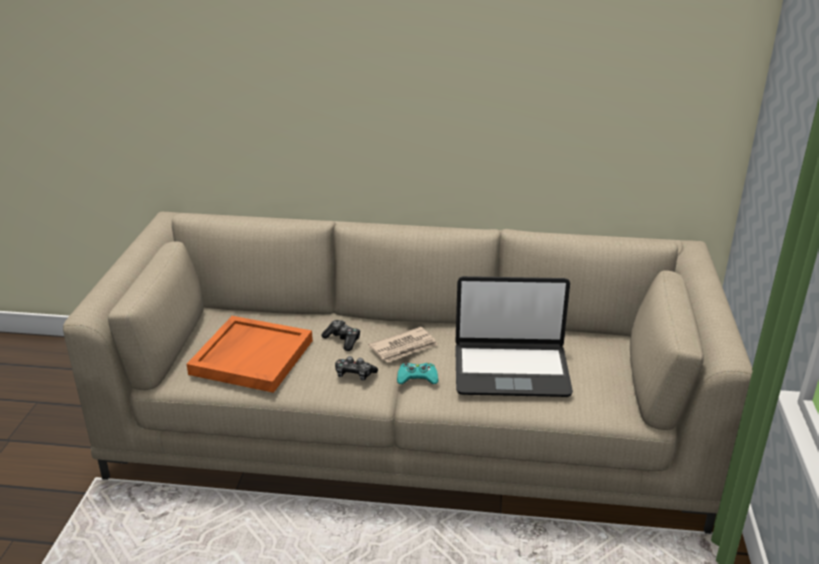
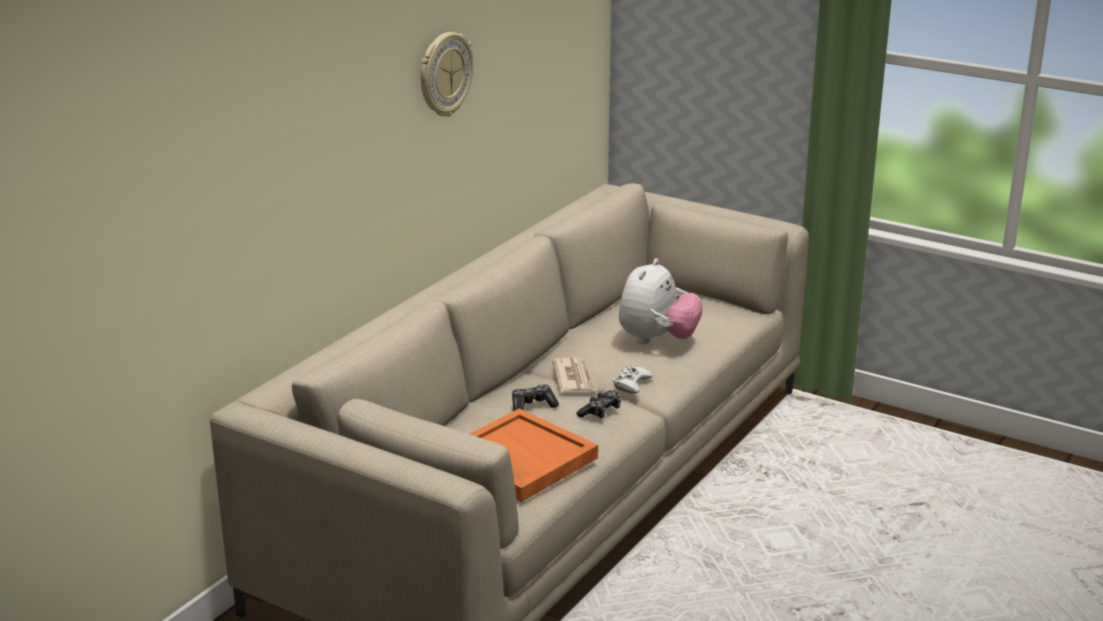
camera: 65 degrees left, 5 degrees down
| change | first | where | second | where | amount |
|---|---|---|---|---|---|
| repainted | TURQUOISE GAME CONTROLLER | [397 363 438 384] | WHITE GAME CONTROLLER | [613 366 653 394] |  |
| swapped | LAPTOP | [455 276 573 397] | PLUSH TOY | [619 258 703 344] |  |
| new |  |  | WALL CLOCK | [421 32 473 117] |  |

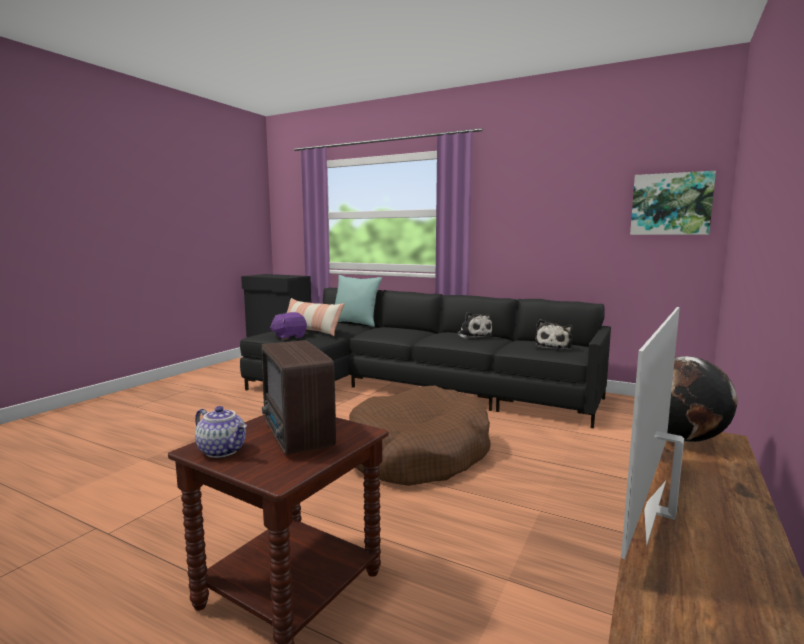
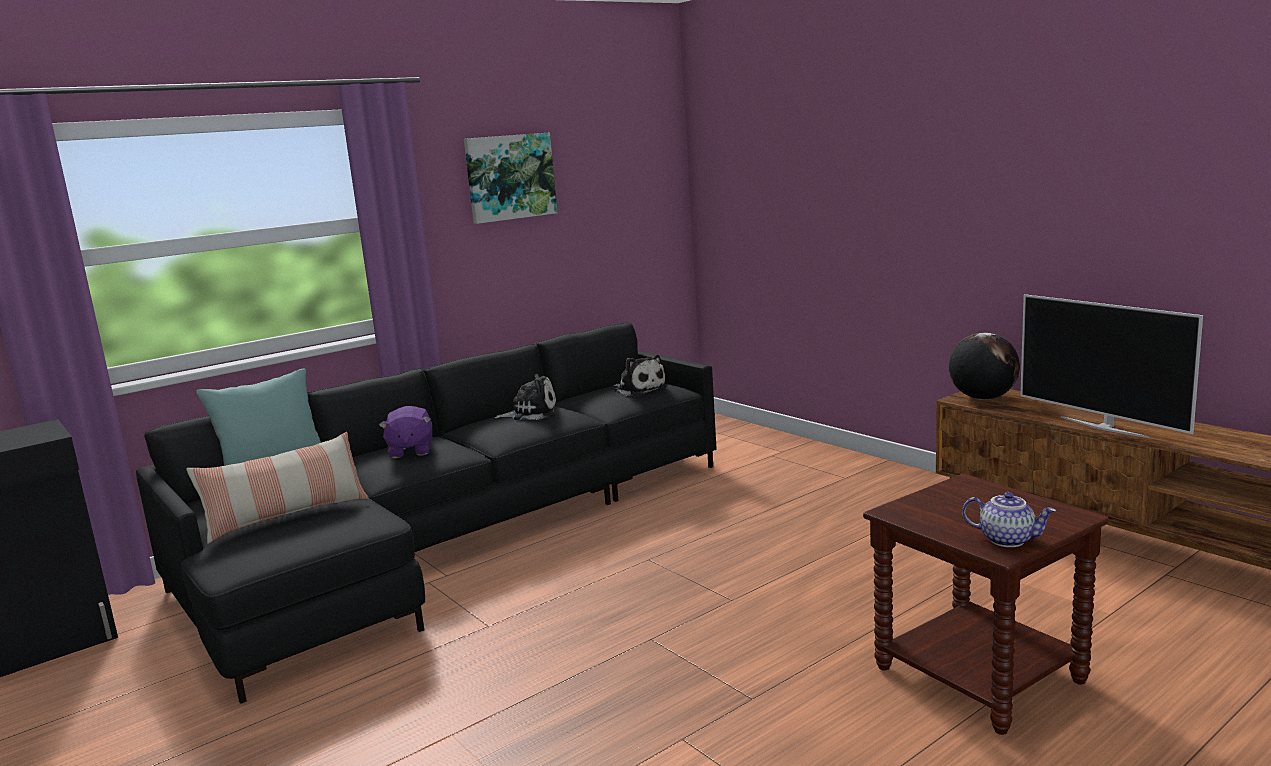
camera: 65 degrees left, 5 degrees up
| change | first | where | second | where | amount |
|---|---|---|---|---|---|
| rotated | TEAPOT | [195 406 247 458] |  | [962 492 1056 547] | 60 degrees clockwise |
| gone | RADIO | [261 340 336 455] |  |  |  |
| shifted | PURPLE PLUSH TOY | [270 312 307 340] |  | [379 406 432 459] |  |
| gone | BROWN DOG BED | [349 386 491 486] |  |  |  |
| shifted | PICTURE | [630 171 716 235] |  | [464 133 557 224] |  |

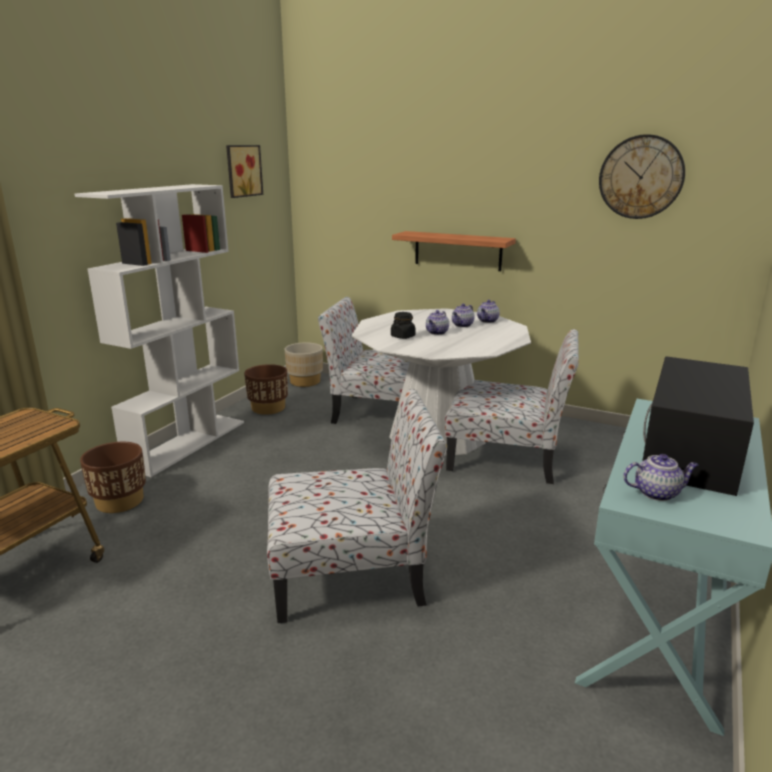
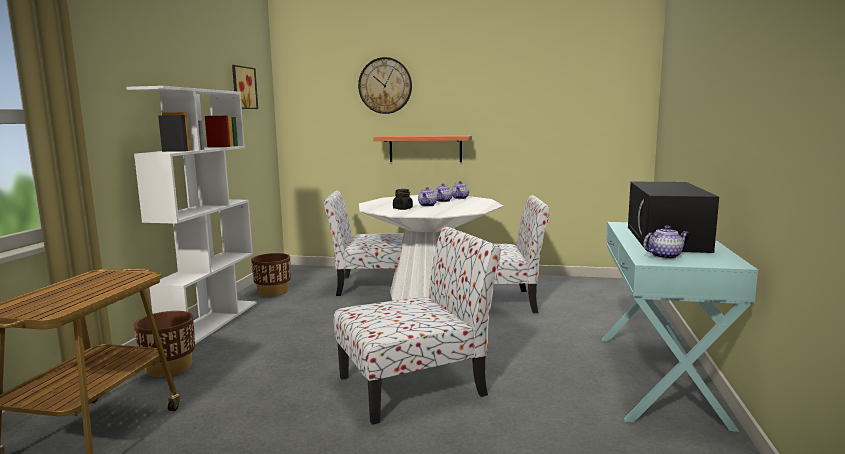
camera: 15 degrees left, 10 degrees down
| change | first | where | second | where | amount |
|---|---|---|---|---|---|
| gone | BEIGE PLANTER | [285 342 323 387] |  |  |  |
| shifted | WALL CLOCK | [599 134 685 219] |  | [358 57 412 114] |  |

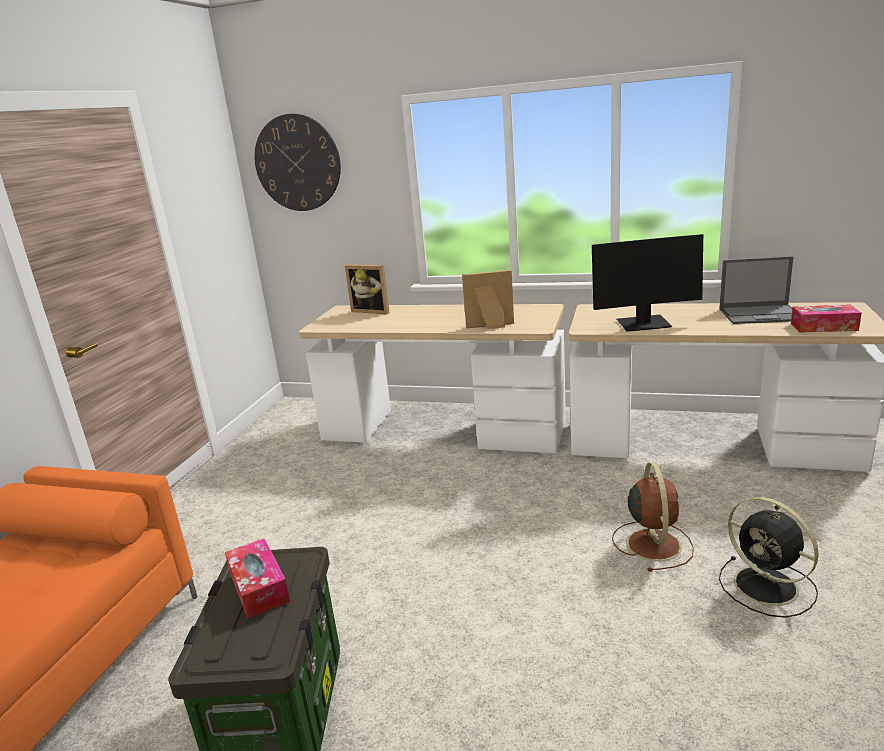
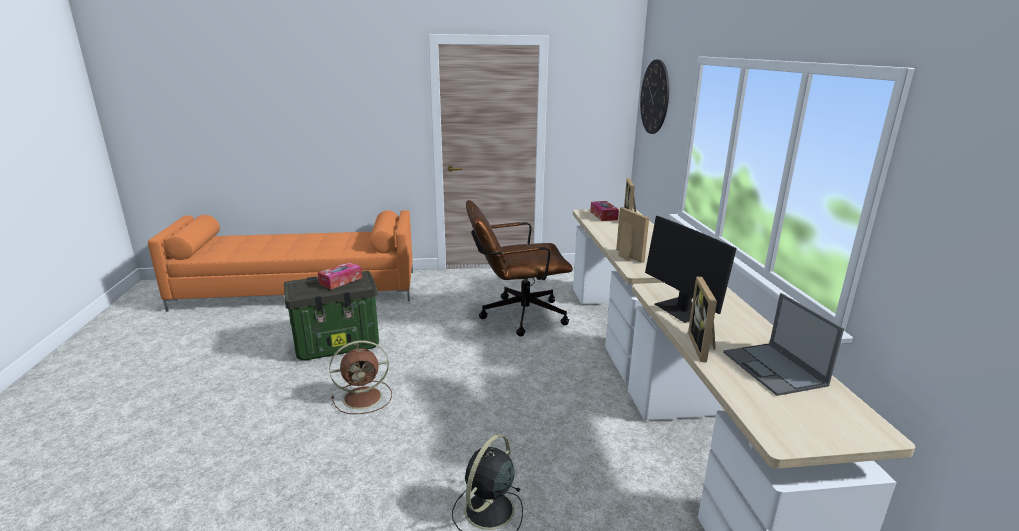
camera: 65 degrees right, 0 degrees up
| change | first | where | second | where | amount |
|---|---|---|---|---|---|
| shifted | BROWN FAN | [612 462 694 572] |  | [329 341 392 414] |  |
| shifted | TISSUE BOX | [791 305 862 333] |  | [590 201 619 221] |  |
| new |  |  | BROWN OFFICE CHAIR | [466 200 573 336] |  |
| new |  |  | PICTURE FRAME | [688 277 717 362] |  |

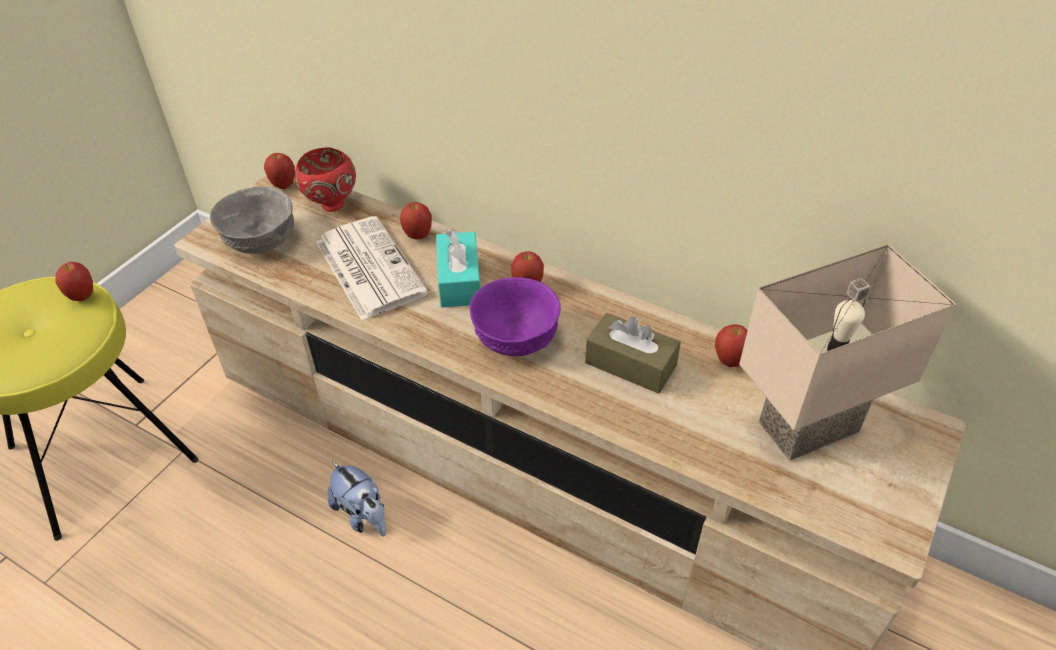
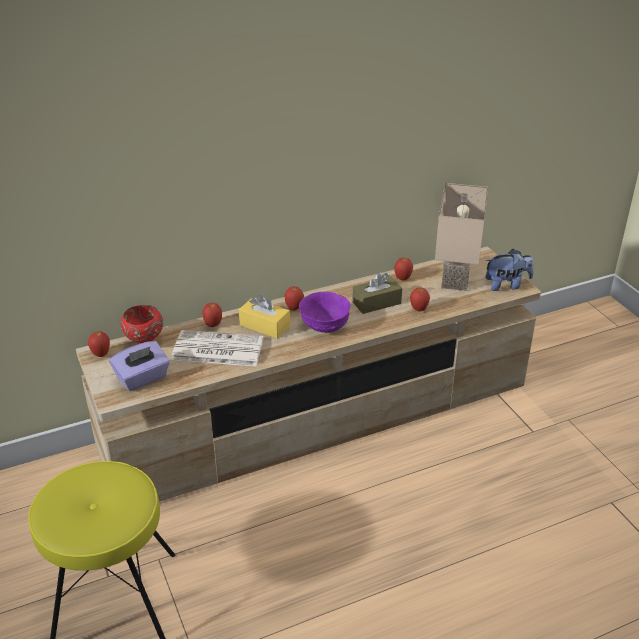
camera: 55 degrees left, 10 degrees down
| change | first | where | second | where | amount |
|---|---|---|---|---|---|
| shifted | APPLE | [55 262 93 301] |  | [410 287 430 312] |  |
| swapped | GREY BOWL | [210 187 294 254] | PURPLE TISSUE BOX | [109 341 170 391] |  |
| shifted | PLUSH TOY | [328 461 386 536] |  | [486 249 534 291] |  |
| repainted | TURQUOISE TISSUE BOX | [436 229 480 308] | YELLOW TISSUE BOX | [239 294 290 339] |  |

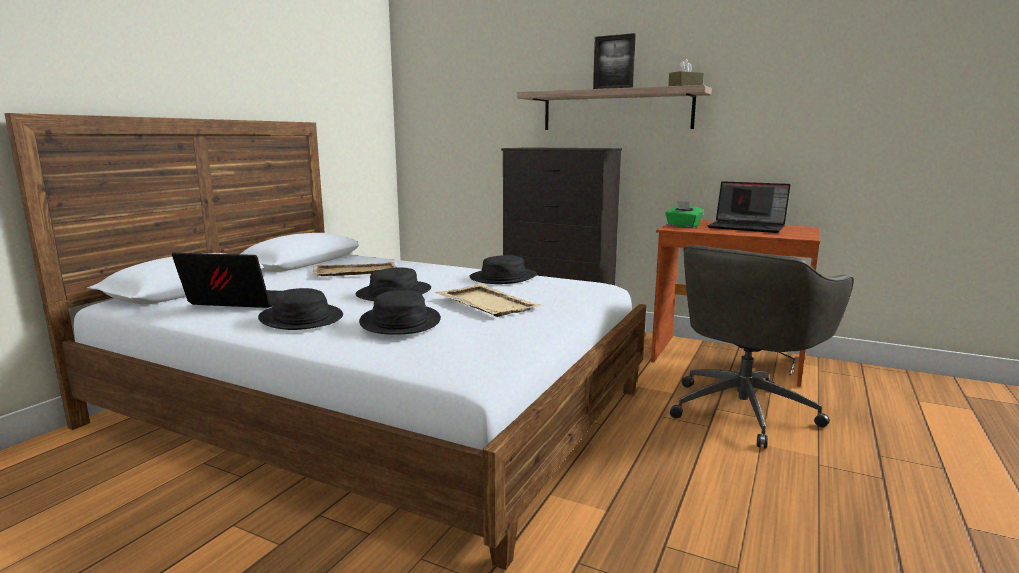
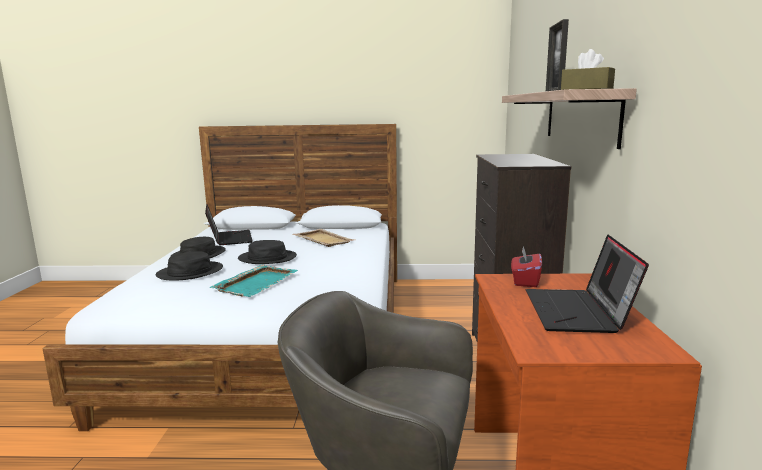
camera: 65 degrees right, 0 degrees up
| change | first | where | second | where | amount |
|---|---|---|---|---|---|
| repainted | BEIGE TRAY | [435 284 543 317] | TURQUOISE TRAY | [210 264 298 297] |  |
| gone | BLACK HAT | [469 255 537 284] |  |  |  |
| repainted | GREEN TISSUE BOX | [665 201 704 228] | RED TISSUE BOX | [511 246 542 287] |  |

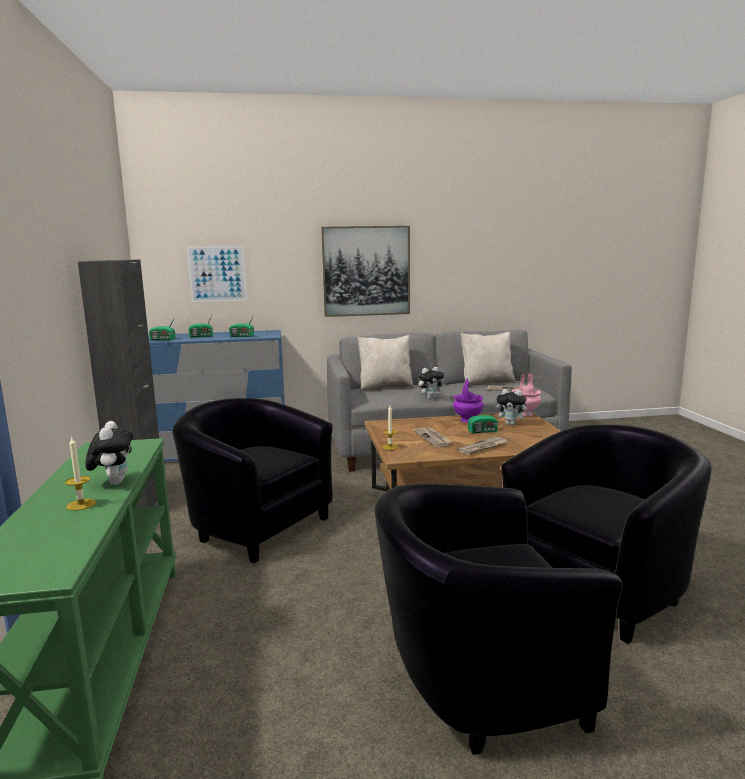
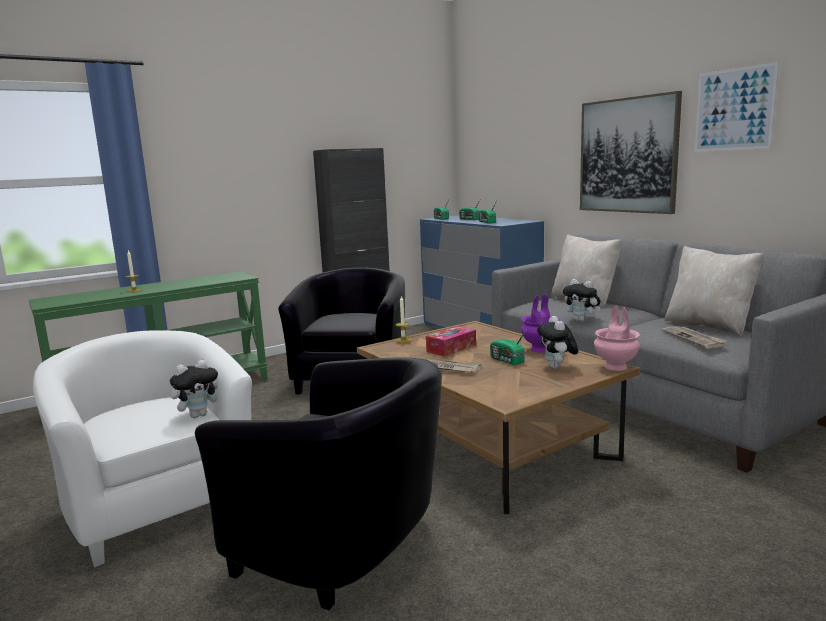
camera: 65 degrees right, 0 degrees up
| change | first | where | second | where | amount |
|---|---|---|---|---|---|
| shifted | PLUSH TOY | [85 421 133 485] |  | [170 360 218 418] |  |
| shifted | PICTURE | [187 246 247 302] |  | [694 62 779 152] |  |
| repainted | BLACK ARMCHAIR | [375 484 623 755] | WHITE ARMCHAIR | [33 330 252 567] |  |
| swapped | NEWSPAPER | [414 427 452 447] | TISSUE BOX | [426 326 476 356] |  |

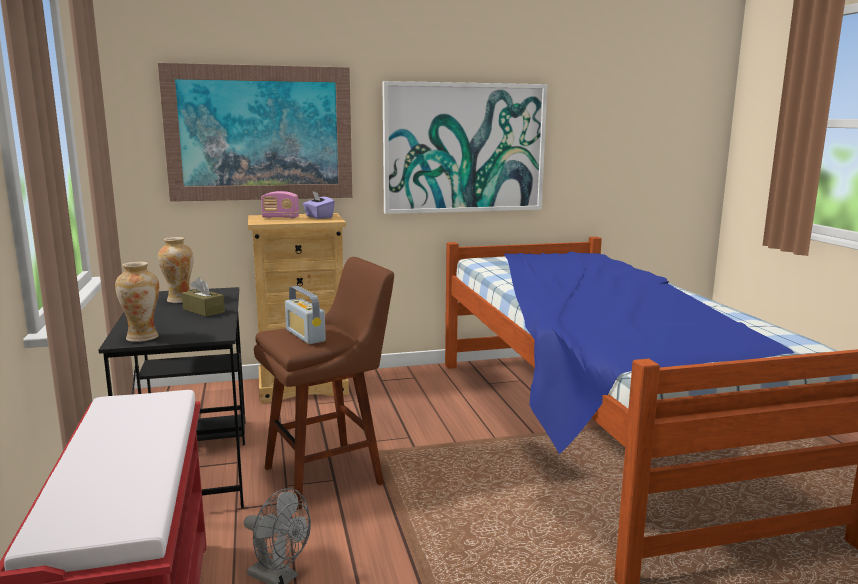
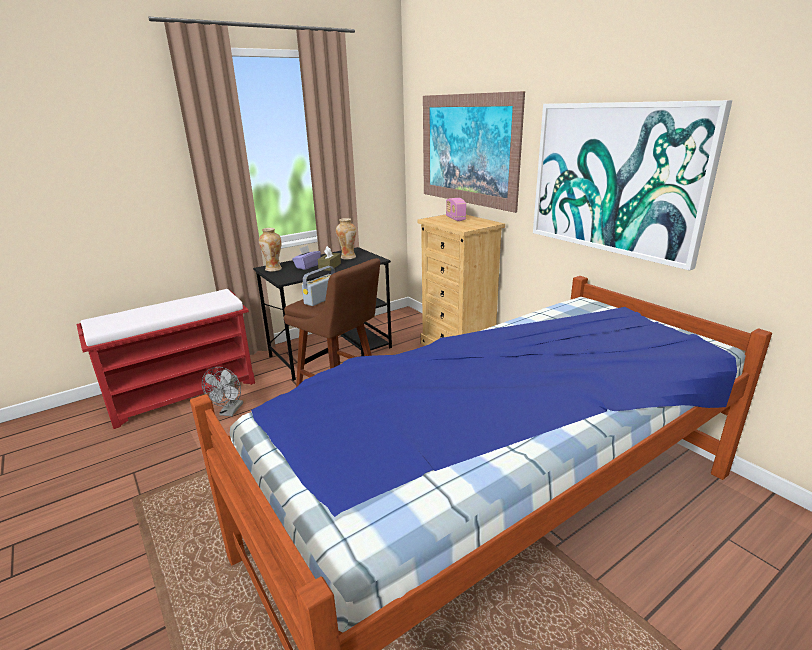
camera: 70 degrees right, 10 degrees up
| change | first | where | second | where | amount |
|---|---|---|---|---|---|
| shifted | PURPLE TISSUE BOX | [303 191 335 219] |  | [292 245 321 270] |  |

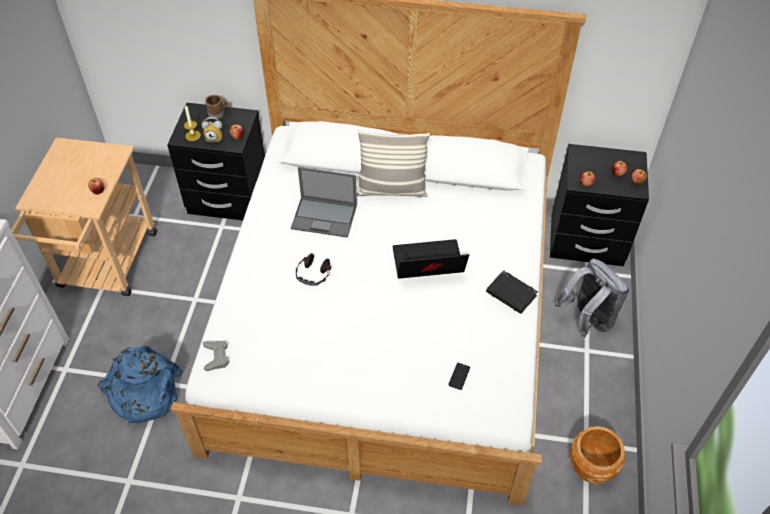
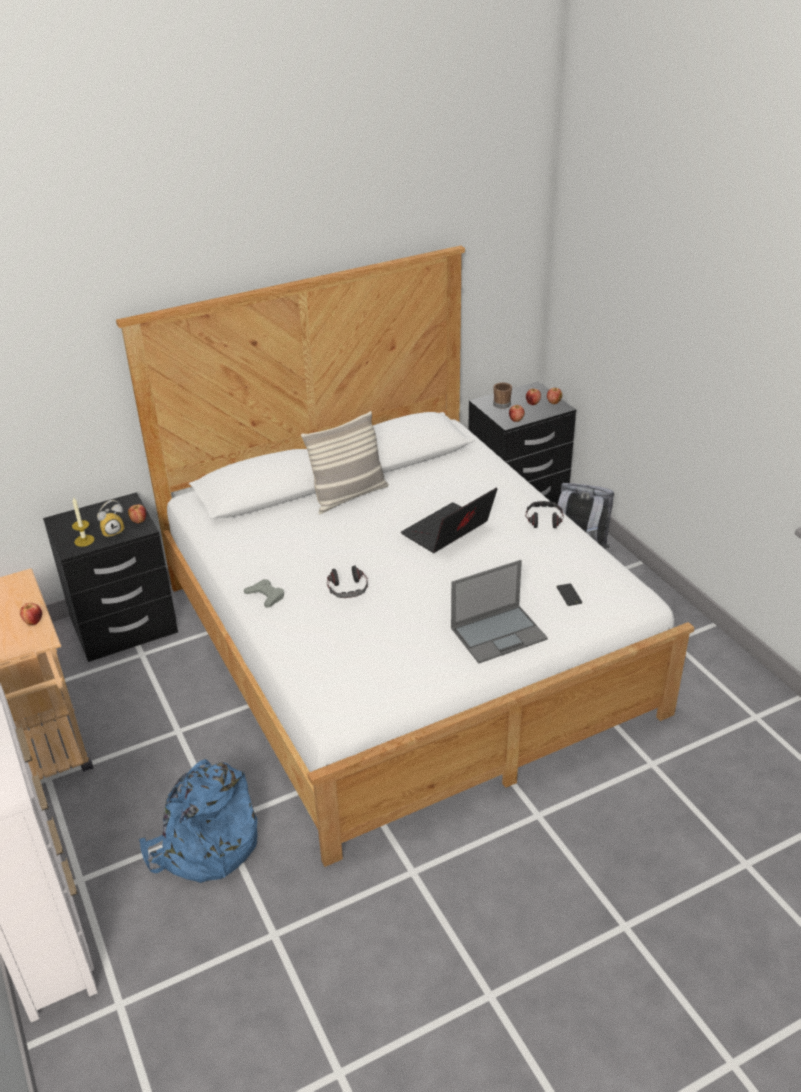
camera: 35 degrees left, 15 degrees down
| change | first | where | second | where | amount |
|---|---|---|---|---|---|
| shifted | GREY GAME CONTROLLER | [202 341 229 371] |  | [244 579 284 608] |  |
| shifted | BROWN MUG | [205 95 227 119] |  | [493 383 512 409] |  |
| shifted | LAPTOP | [291 167 357 238] |  | [451 560 548 663] |  |
| swapped | BLACK BOOK | [486 270 538 314] | HEADPHONES | [525 501 564 528] |  |
| gone | BROWN PLANTER | [569 426 626 484] |  |  |  |

